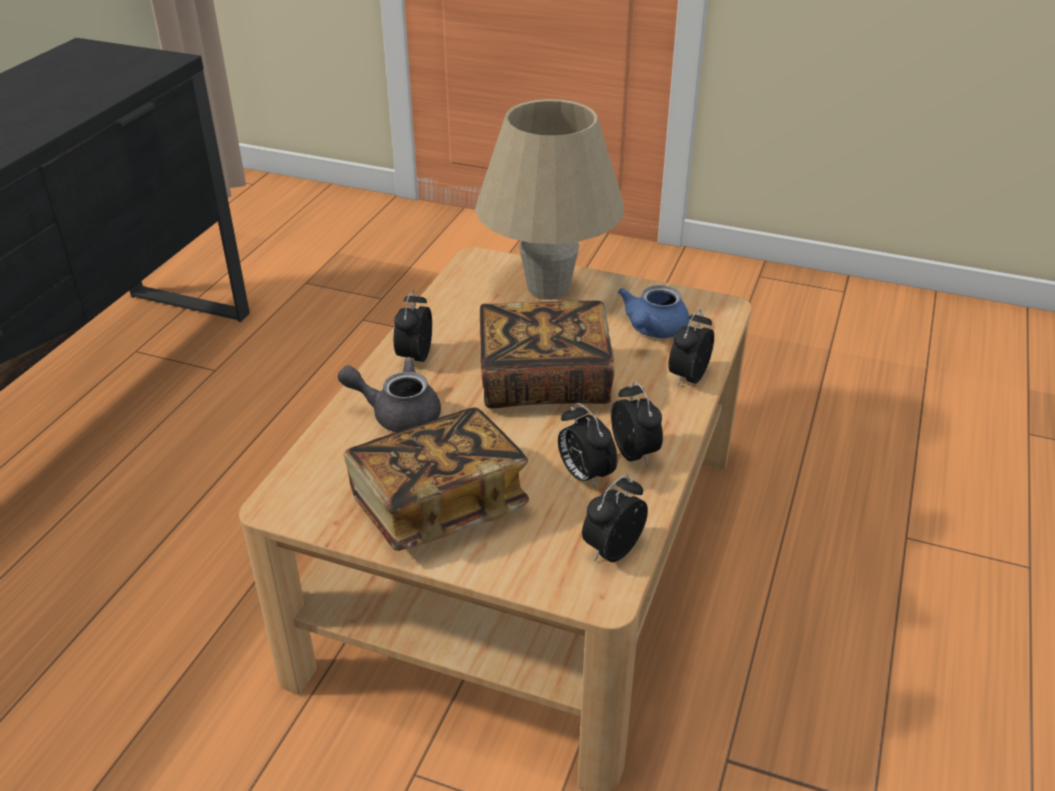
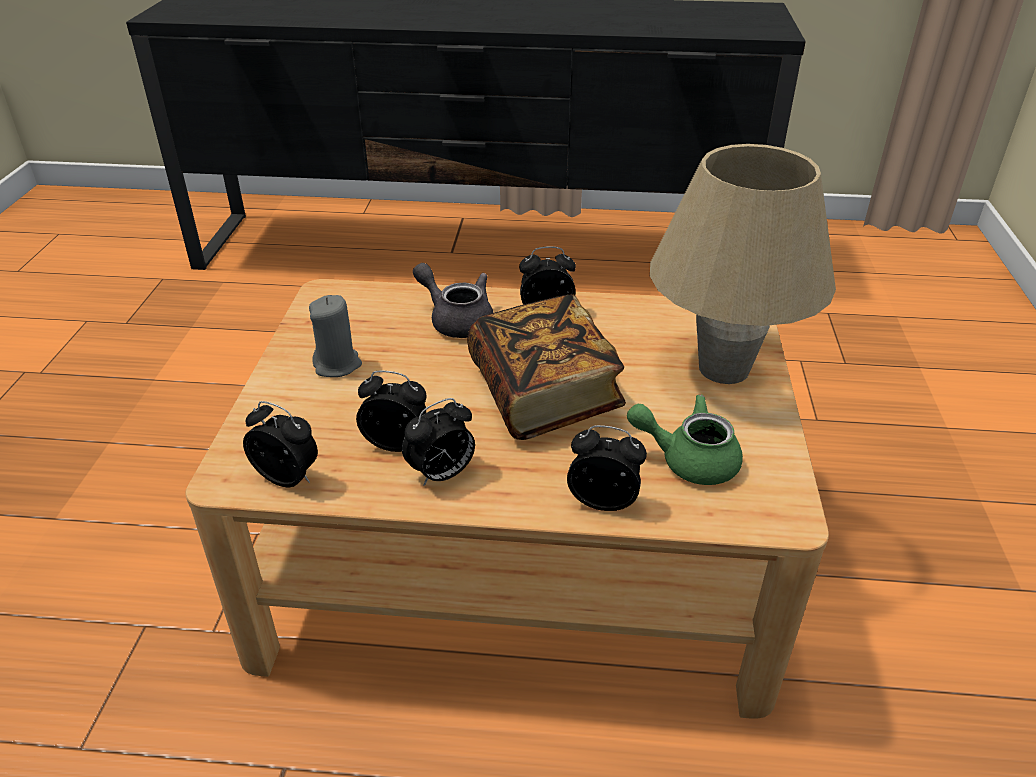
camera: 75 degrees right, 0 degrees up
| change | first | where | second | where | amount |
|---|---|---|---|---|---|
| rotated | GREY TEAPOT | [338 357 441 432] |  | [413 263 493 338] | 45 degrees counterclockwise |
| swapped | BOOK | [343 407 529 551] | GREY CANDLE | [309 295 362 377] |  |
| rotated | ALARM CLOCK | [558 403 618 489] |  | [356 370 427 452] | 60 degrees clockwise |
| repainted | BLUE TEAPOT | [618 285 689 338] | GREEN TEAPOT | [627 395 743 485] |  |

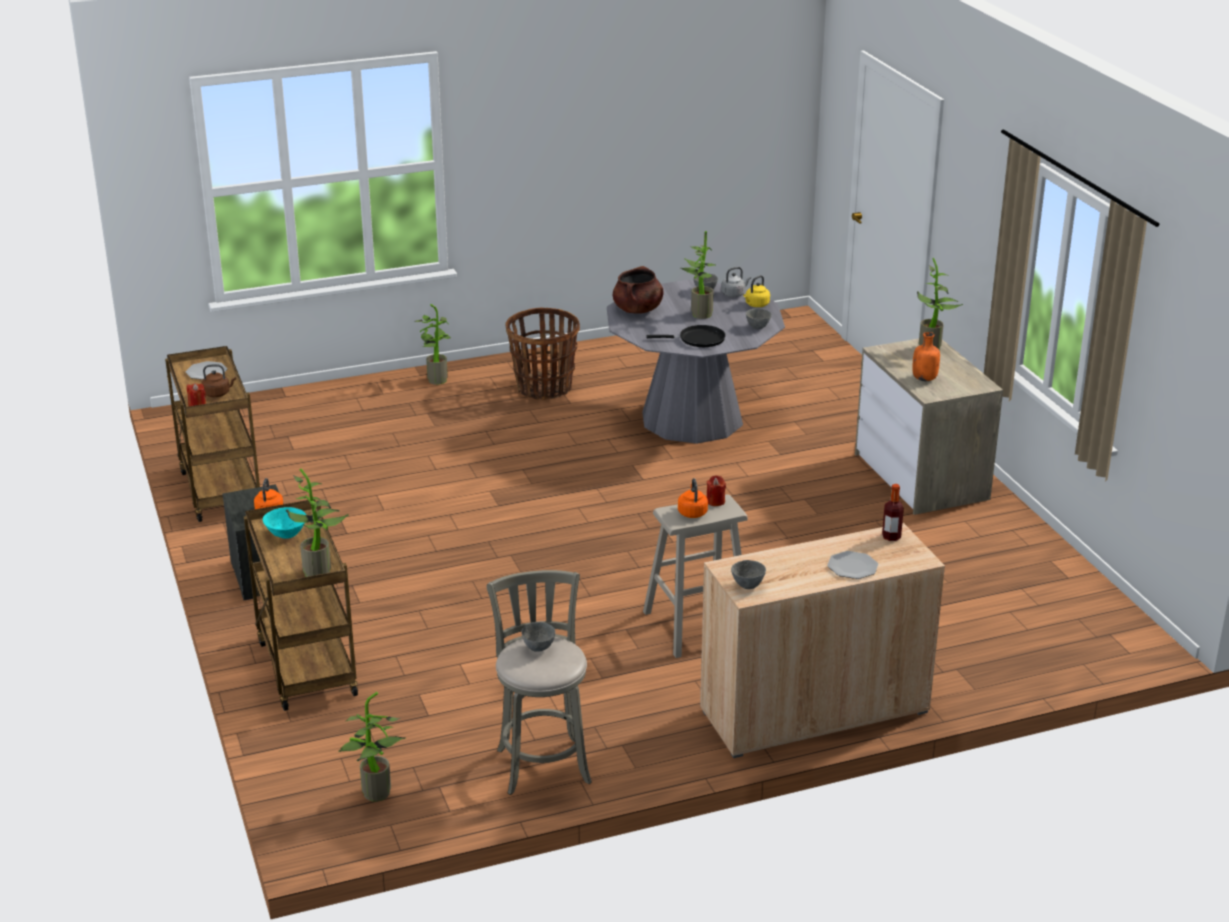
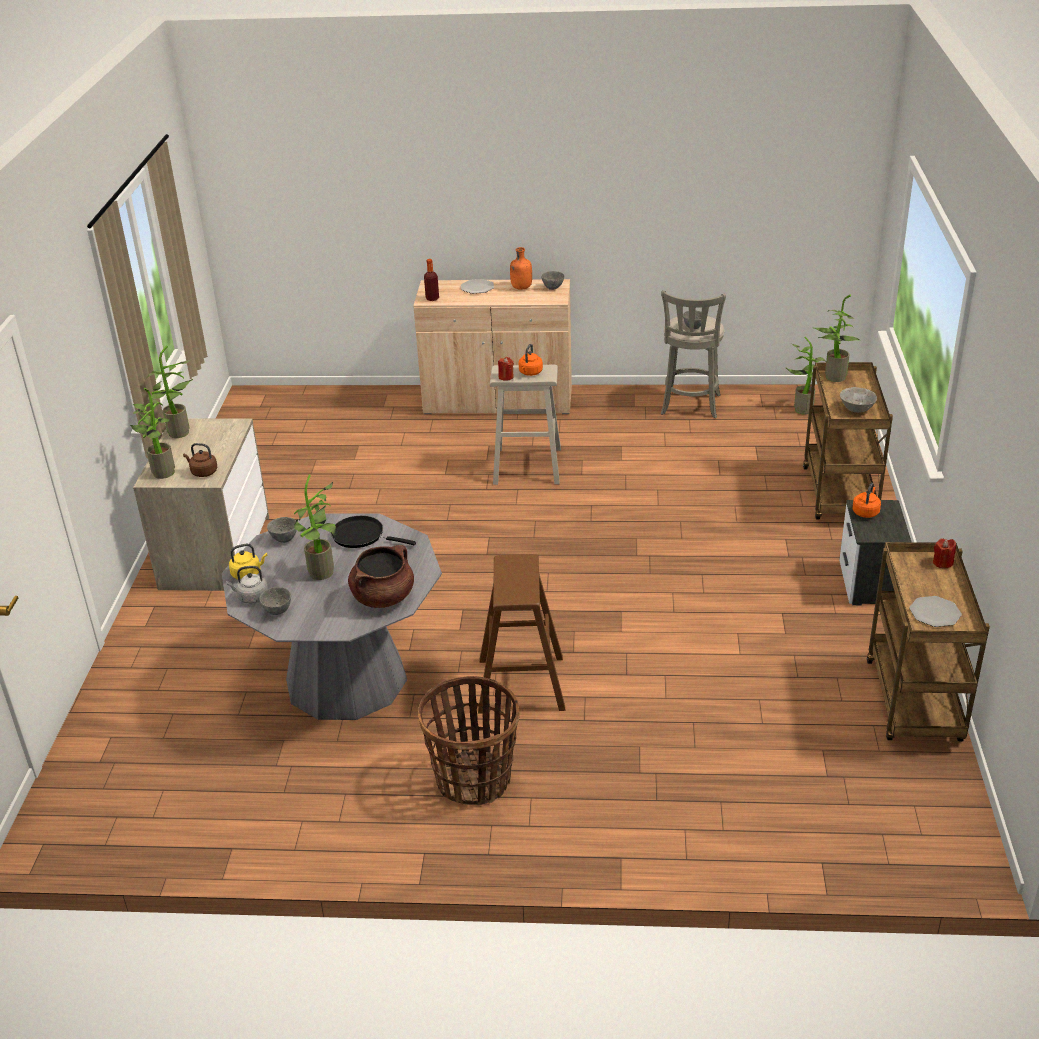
camera: 155 degrees left, 5 degrees up
| change | first | where | second | where | amount |
|---|---|---|---|---|---|
| shifted | BROWN KETTLE | [201 364 236 397] |  | [183 443 217 477] |  |
| repainted | TURQUOISE BOWL | [263 507 306 539] | GREY BOWL | [840 387 877 413] |  |
| shifted | POTTED PLANT | [414 304 451 385] |  | [147 345 193 438] |  |
| shifted | ORANGE BOTTLE | [912 332 940 381] |  | [510 247 532 290] |  |
| new |  |  | BROWN STOOL | [478 554 565 714] |  |

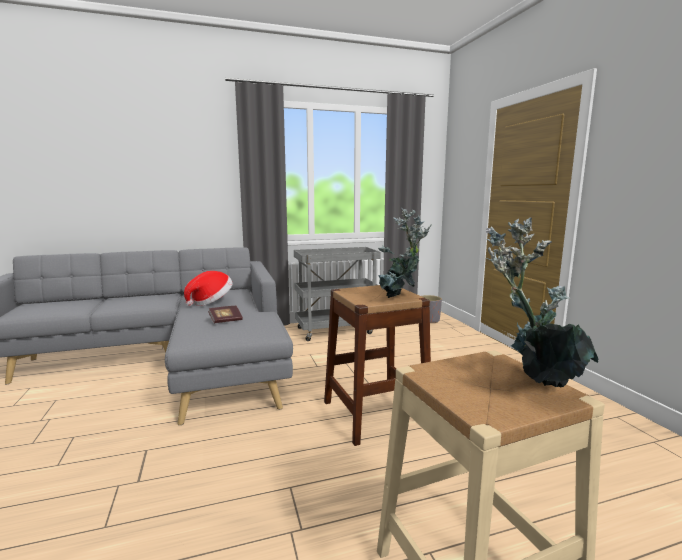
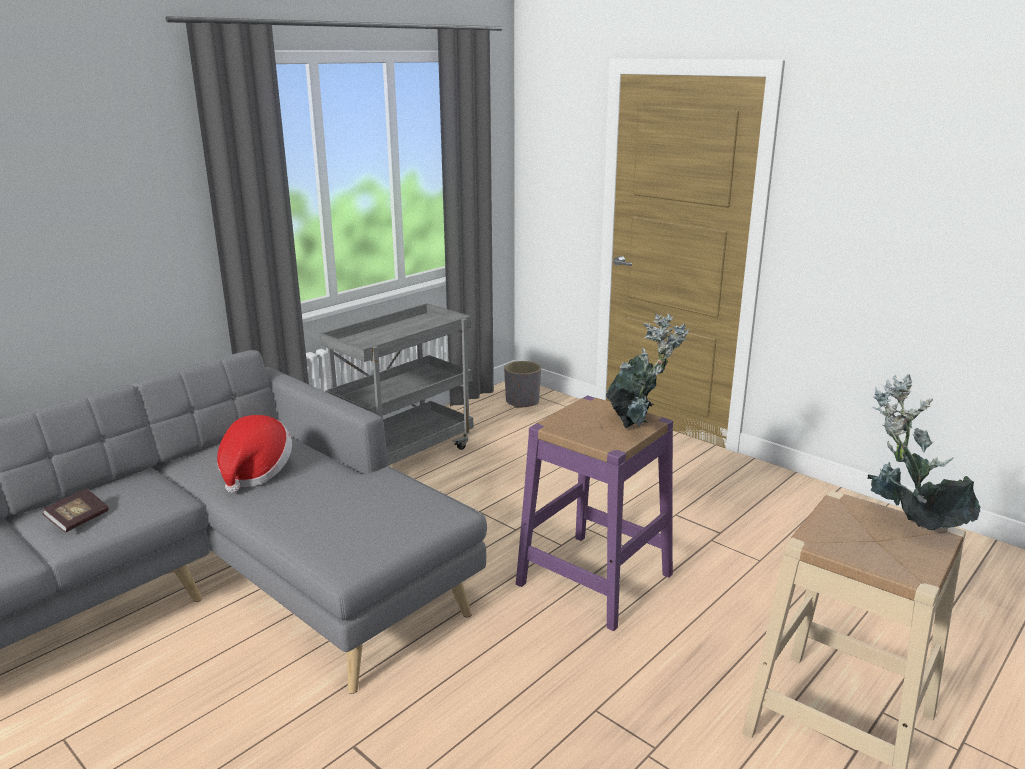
camera: 30 degrees left, 10 degrees up
| change | first | where | second | where | amount |
|---|---|---|---|---|---|
| shifted | BOOK | [208 306 243 323] |  | [42 488 109 533] |  |
| repainted | BROWN STOOL | [324 285 431 446] | PURPLE STOOL | [516 396 673 631] |  |

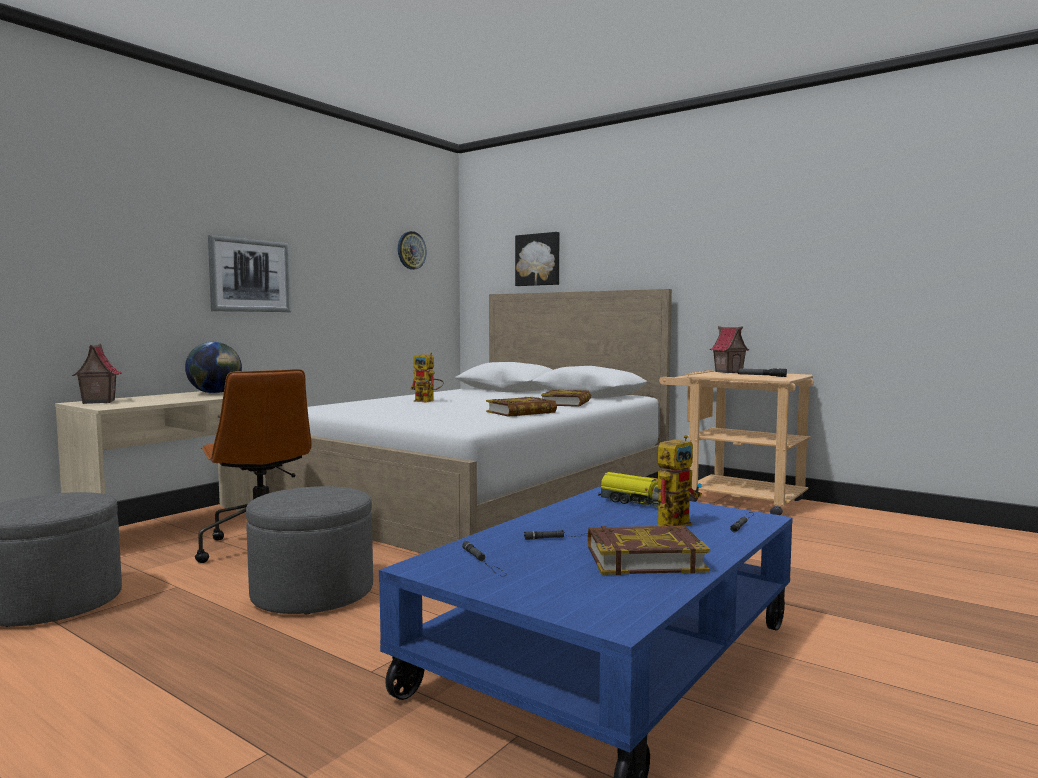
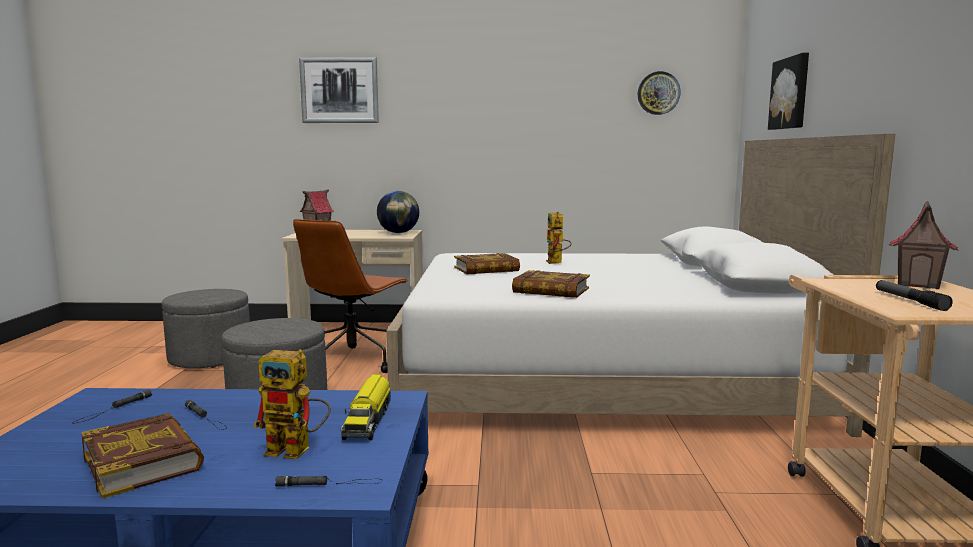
camera: 55 degrees right, 5 degrees up
| change | first | where | second | where | amount |
|---|---|---|---|---|---|
| shifted | PICTURE | [208 235 291 312] |  | [299 57 379 123] |  |
| shifted | BOOK | [541 389 591 407] |  | [454 253 520 274] |  |

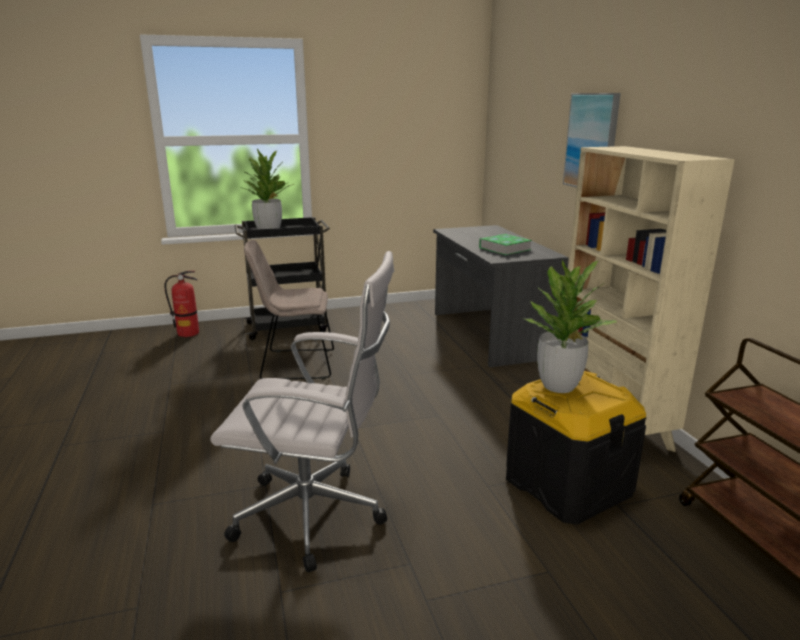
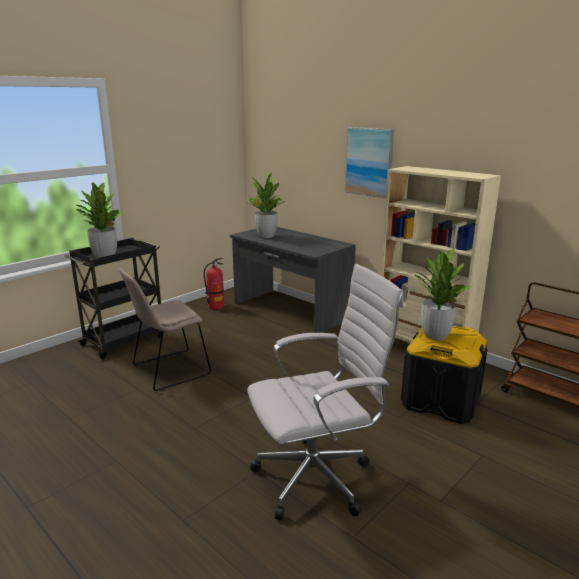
camera: 30 degrees left, 0 degrees up
| change | first | where | second | where | amount |
|---|---|---|---|---|---|
| shifted | FIRE EXTINGUISHER | [164 271 199 337] |  | [204 258 224 310] |  |
| gone | BOOK | [479 234 532 255] |  |  |  |
| new |  |  | POTTED PLANT | [249 173 286 238] |  |

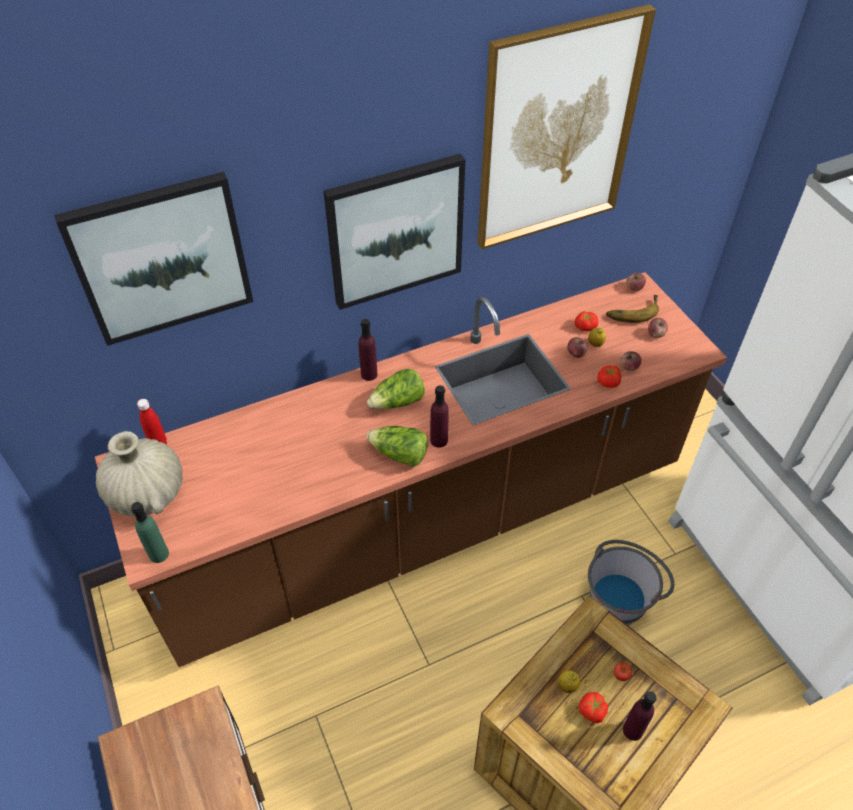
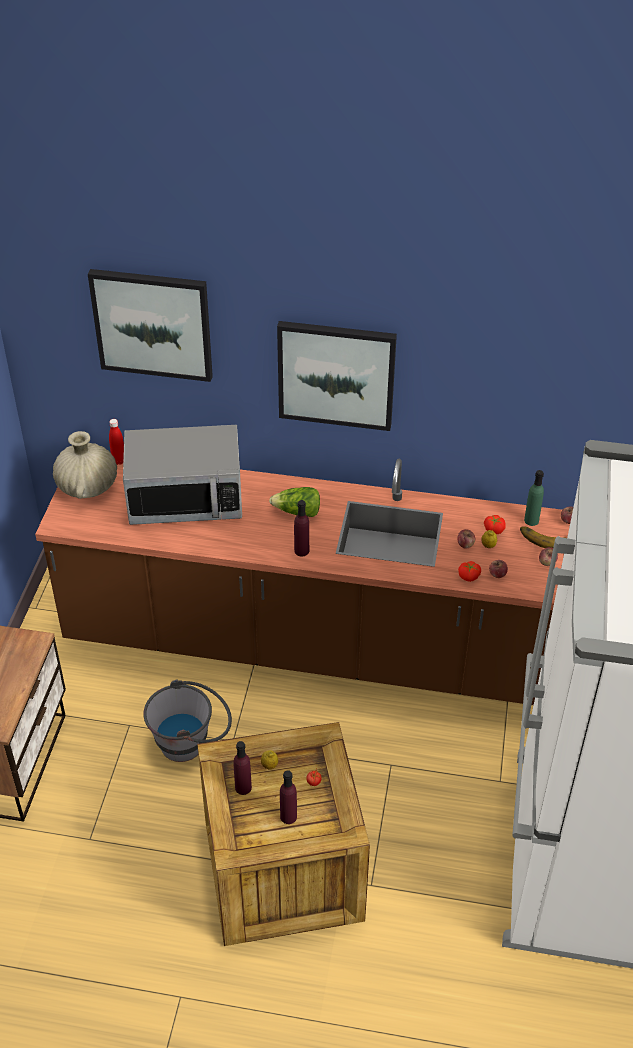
camera: 35 degrees right, 5 degrees down
| change | first | where | second | where | amount |
|---|---|---|---|---|---|
| shifted | GREEN BOTTLE | [131 502 169 563] |  | [524 470 544 526] |  |
| shifted | PURPLE BOTTLE | [359 319 378 381] |  | [234 741 252 795] |  |
| gone | LETTUCE | [367 426 427 467] |  |  |  |
| gone | PICTURE | [478 4 656 249] |  |  |  |
| gone | TOMATO | [579 692 608 723] |  |  |  |
| shifted | GREY BUCKET | [588 540 675 626] |  | [143 679 232 762] |  |
| new |  |  | MICROWAVE | [123 425 242 525] |  |

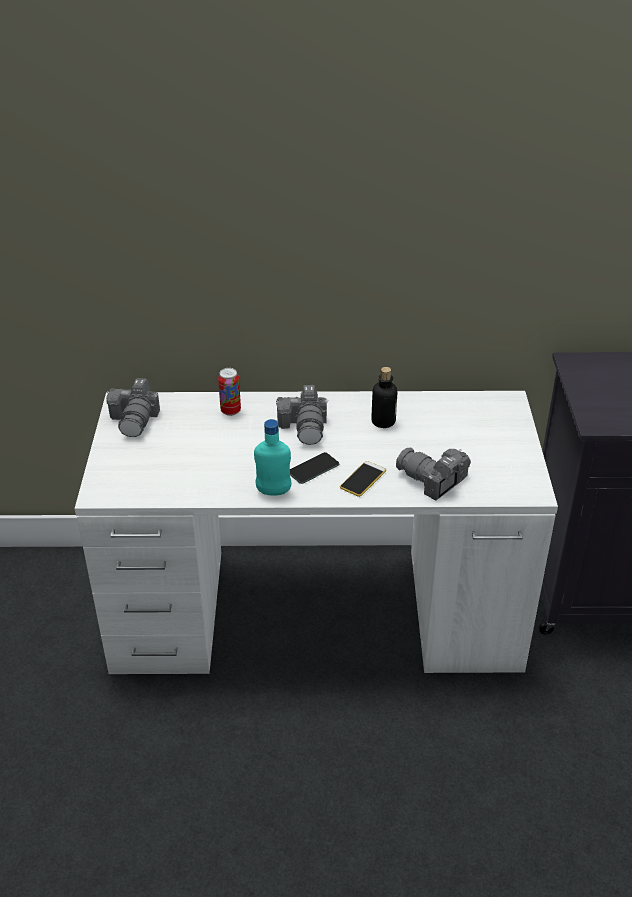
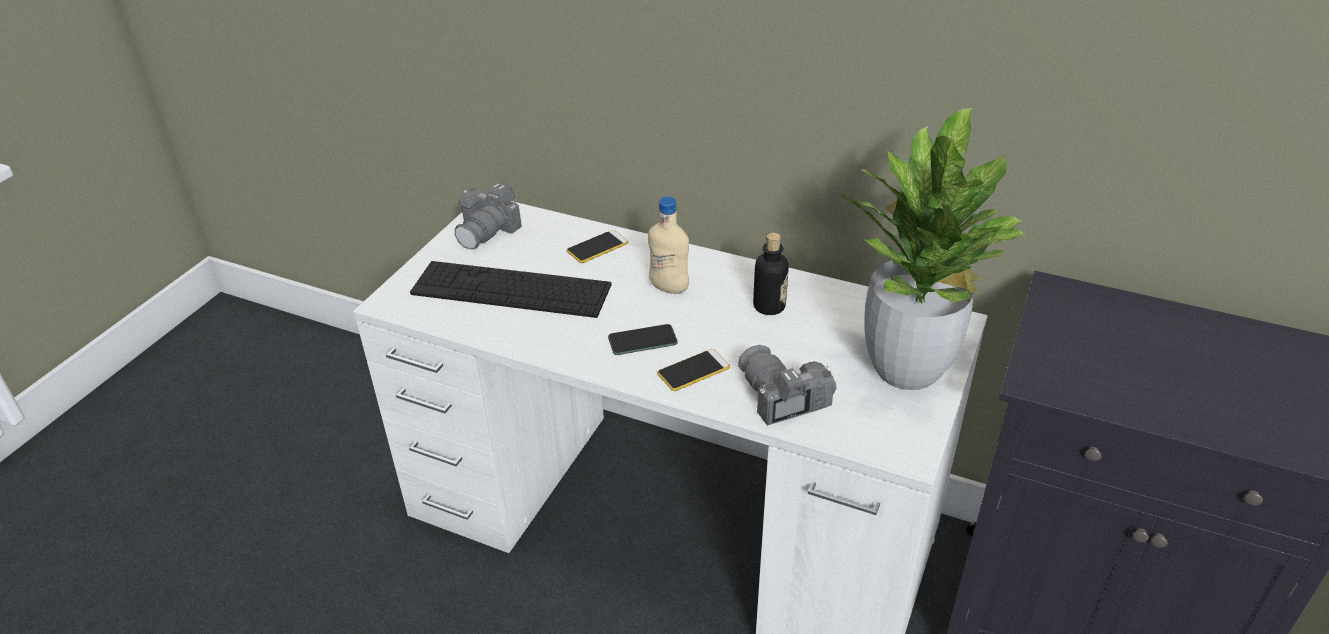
camera: 25 degrees right, 0 degrees up
| change | first | where | second | where | amount |
|---|---|---|---|---|---|
| swapped | CAN | [218 368 241 416] | PHONE | [566 230 628 263] |  |
| gone | TURQUOISE BOTTLE | [254 419 292 496] |  |  |  |
| swapped | PHOTO CAMERA | [276 385 328 445] | BEIGE BOTTLE | [648 196 689 294] |  |
| new |  |  | KEYBOARD | [410 261 612 318] |  |
| new |  |  | POTTED PLANT | [837 108 1026 390] |  |

